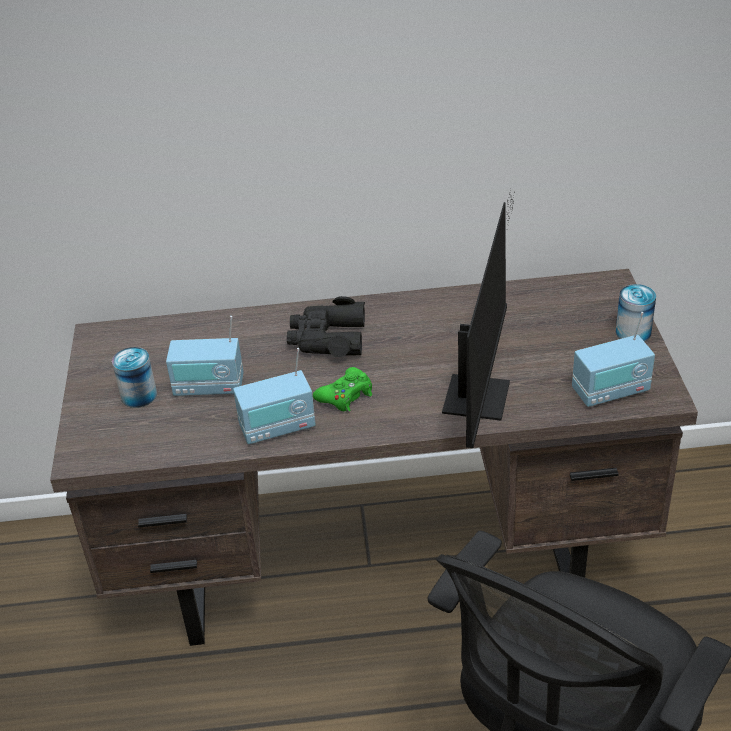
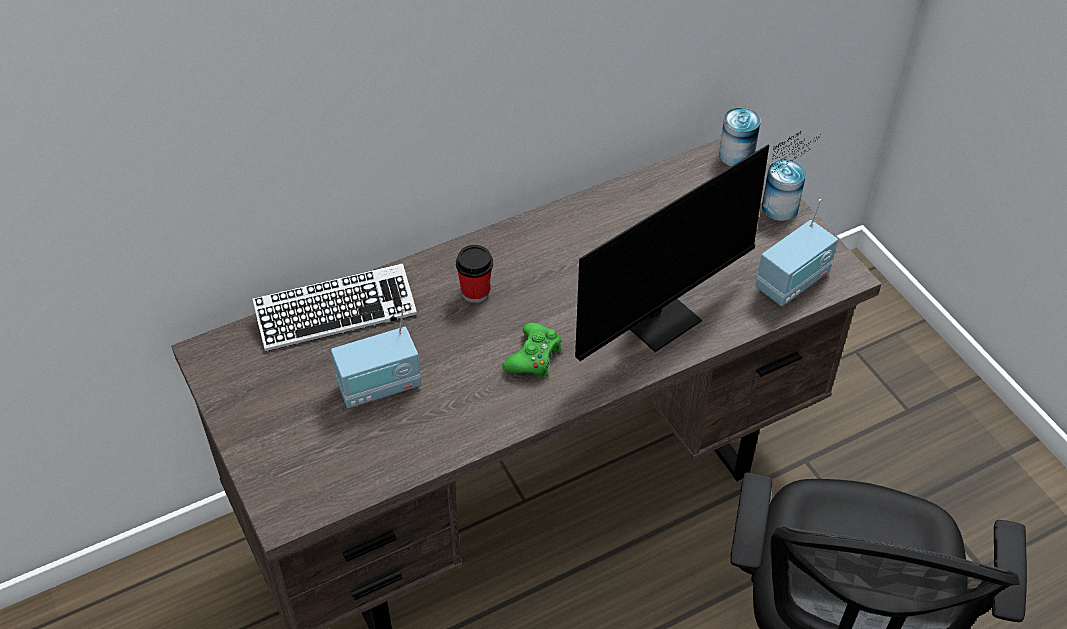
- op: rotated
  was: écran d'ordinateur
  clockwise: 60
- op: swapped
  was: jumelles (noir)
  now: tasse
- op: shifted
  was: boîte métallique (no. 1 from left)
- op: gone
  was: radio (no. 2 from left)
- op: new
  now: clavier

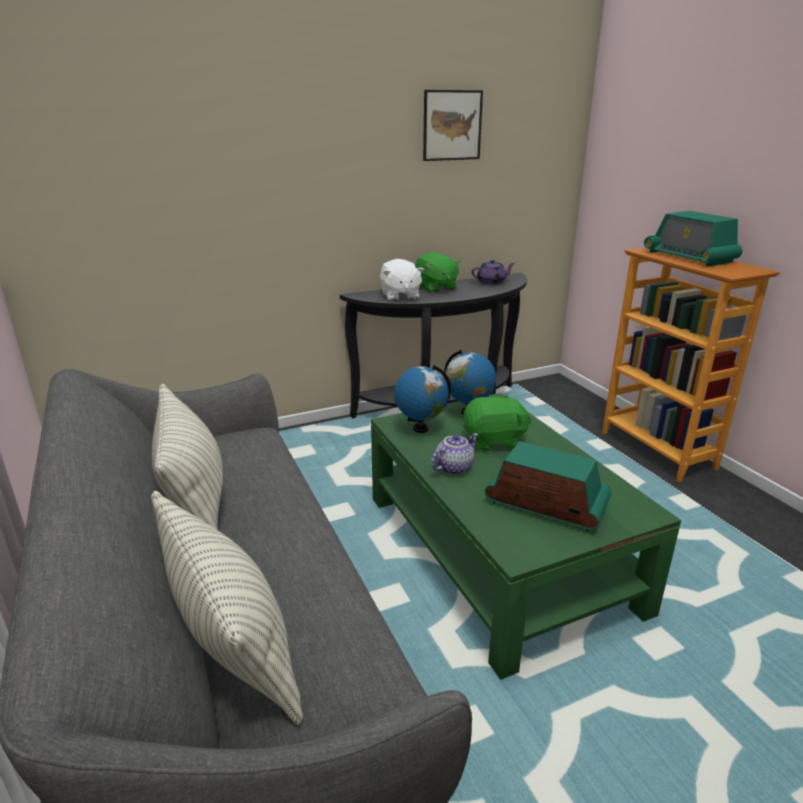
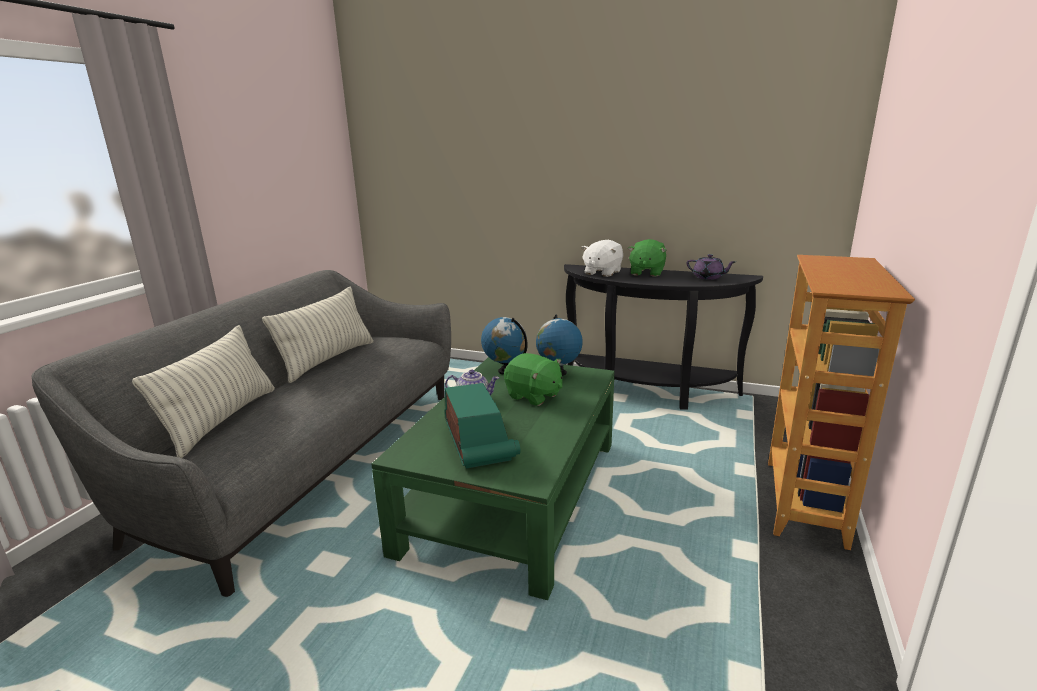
- op: gone
  was: tableau
- op: gone
  was: radio (no. 2 from left)

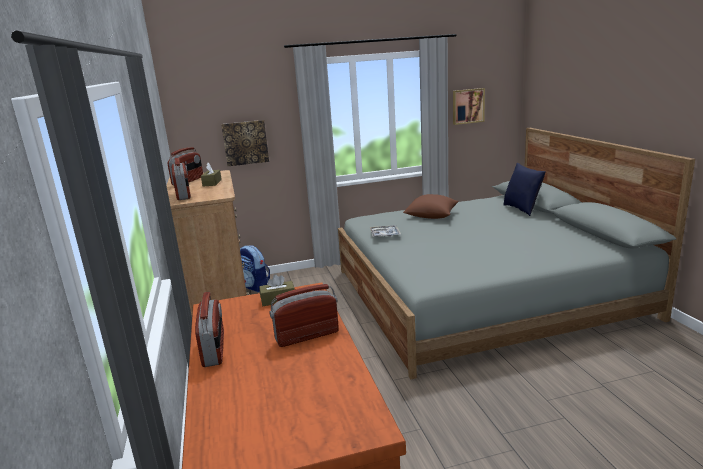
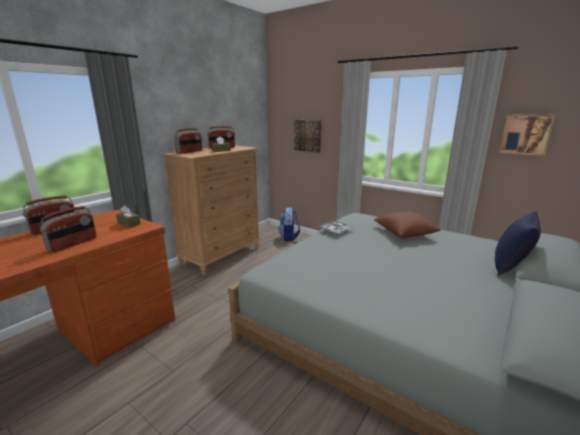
- op: rotated
  was: radio (no. 4 from left in the first image)
  clockwise: 90

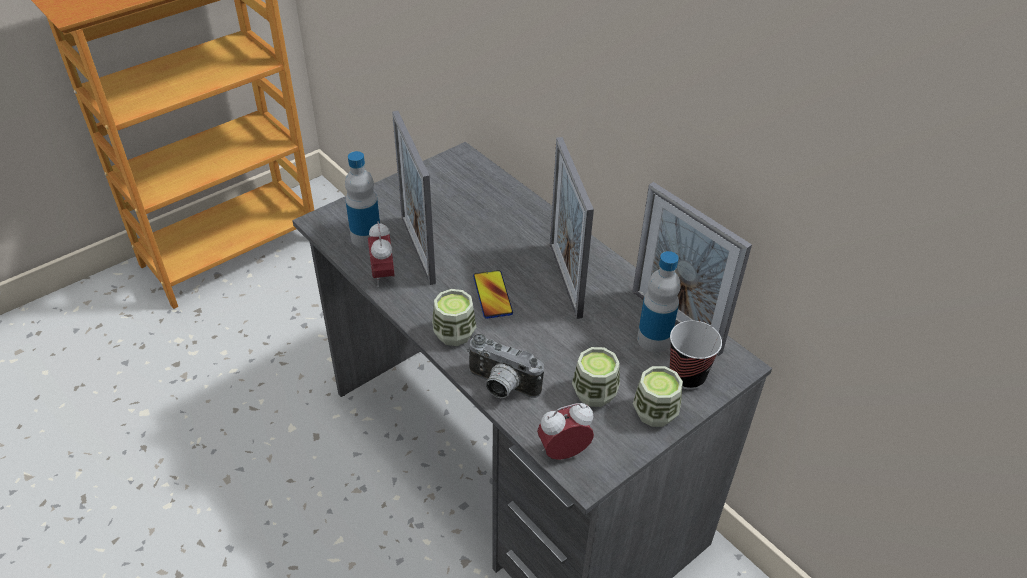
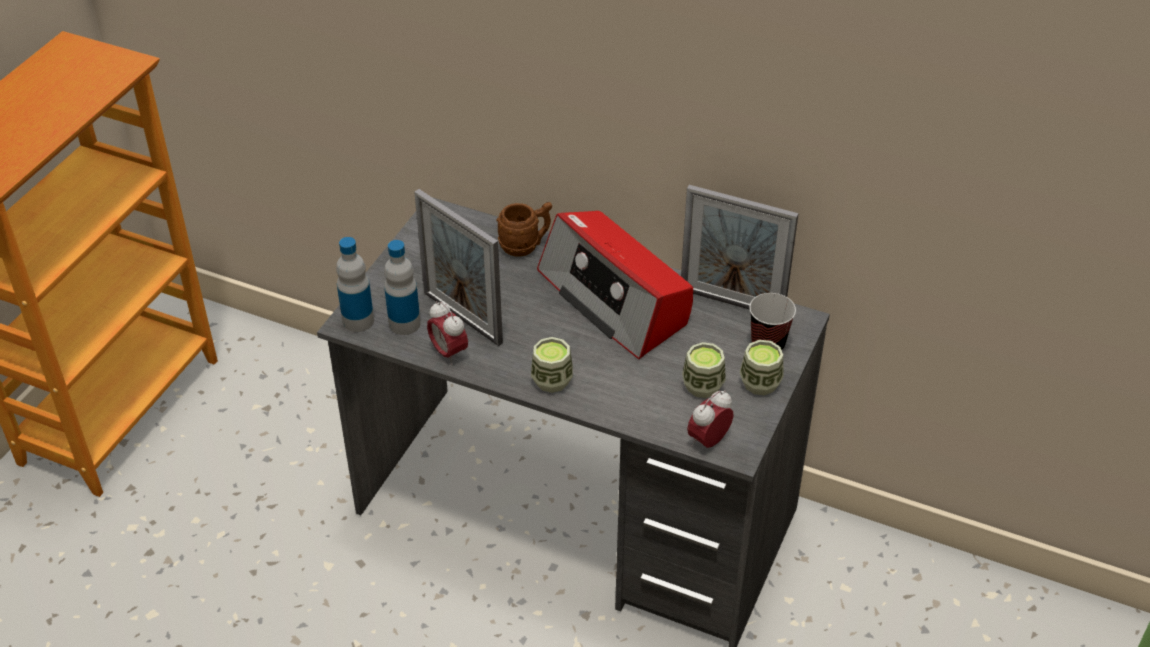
- op: swapped
  was: cadre photo (no. 2 from left)
  now: radio
- op: shifted
  was: bouteille (no. 2 from left in the first image)
  now: bouteille (no. 1 from left)
- op: gone
  was: téléphone
- op: gone
  was: appareil photo
- op: new
  now: mug (marron)

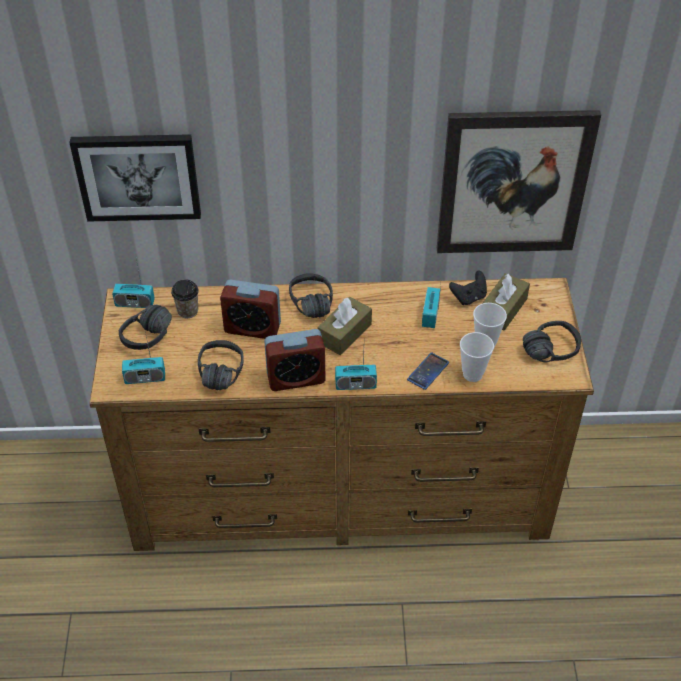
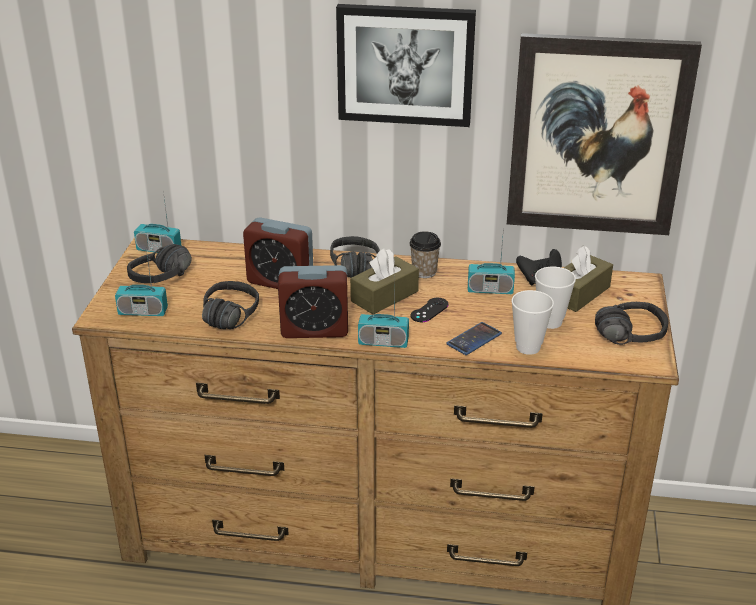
- op: shifted
  was: tableau (no. 1 from left)
- op: shifted
  was: tasse (no. 1 from left)
- op: rotated
  was: radio (no. 4 from left)
  clockwise: -105
- op: new
  now: manette (noir) (no. 1 from left)

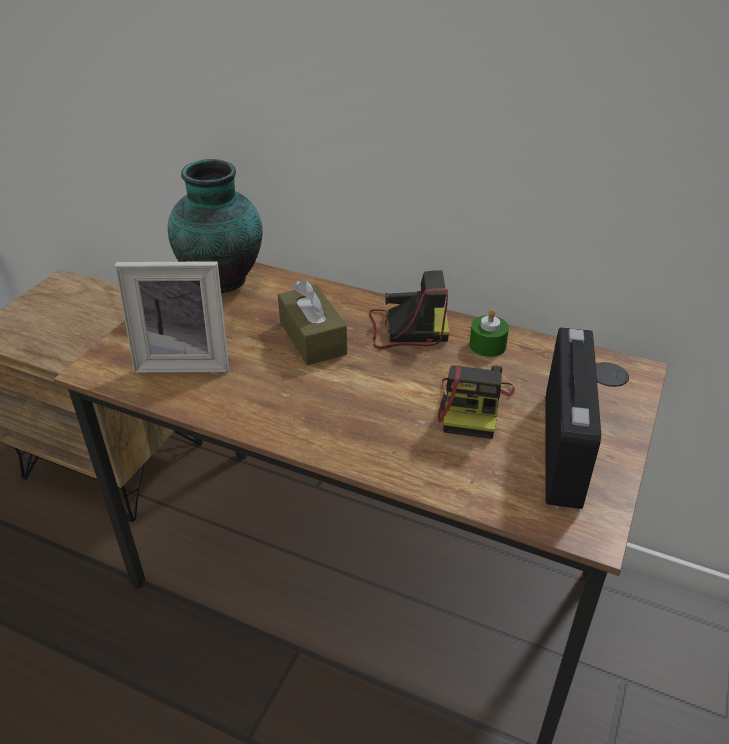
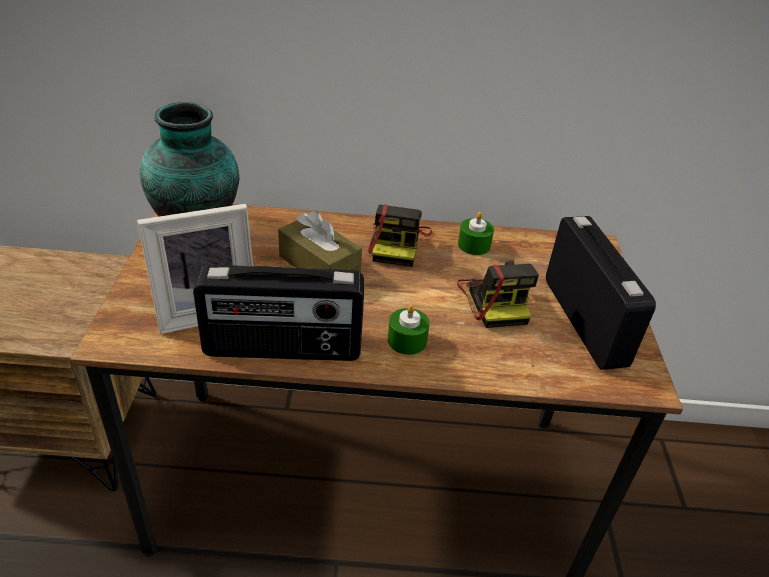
- op: rotated
  was: appareil photo (no. 1 from left)
  clockwise: 120
- op: new
  now: radio (no. 1 from left)
- op: new
  now: bougie (vert) (no. 1 from left)

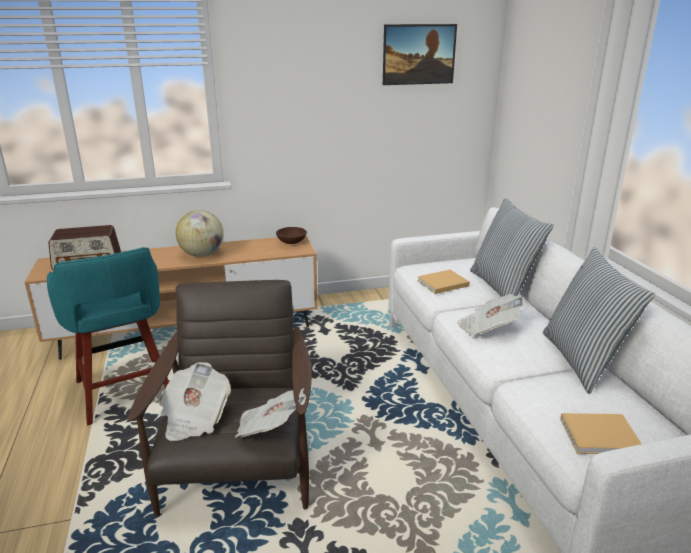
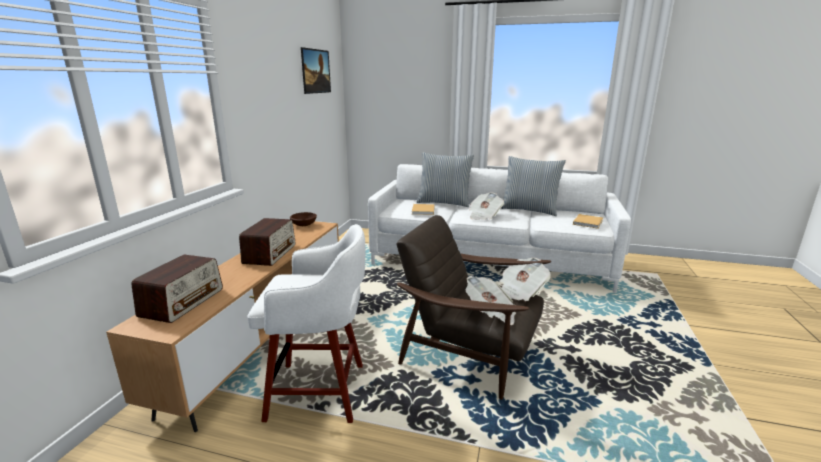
- op: swapped
  was: globe
  now: radio (no. 2 from left)
- op: repainted
  was: tabouret (turquoise)
  now: tabouret (blanc)

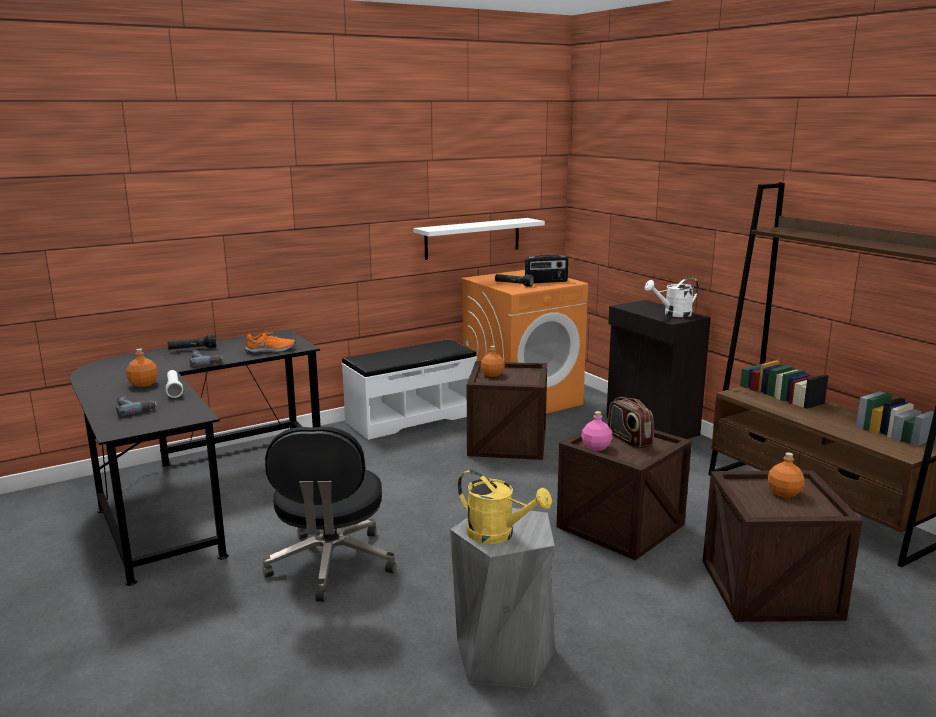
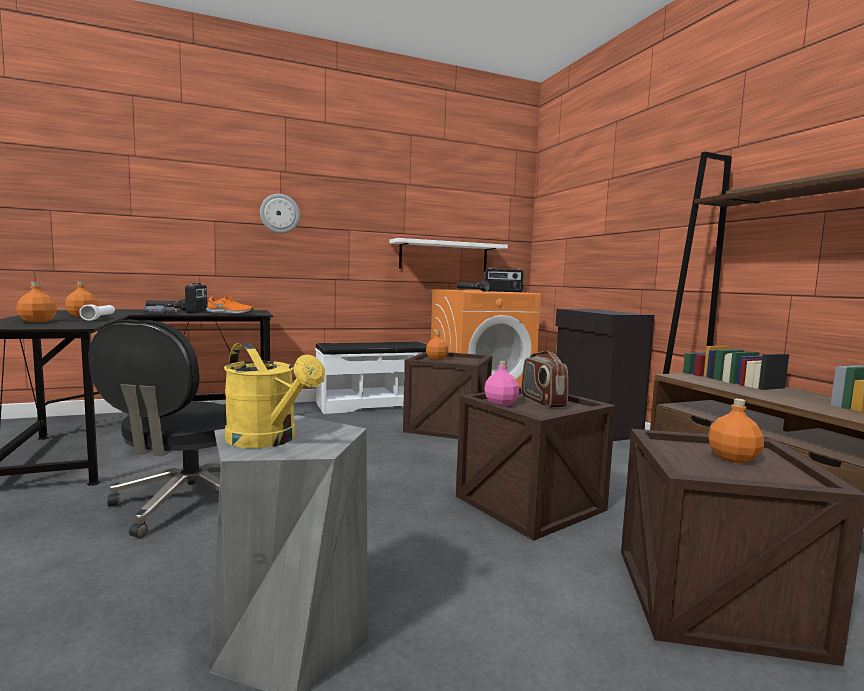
- op: gone
  was: arrosoir (blanc)
- op: swapped
  was: perceuse (no. 1 from left)
  now: bouteille (orange) (no. 1 from left)
- op: new
  now: horloge murale
- op: new
  now: radio (no. 1 from left)

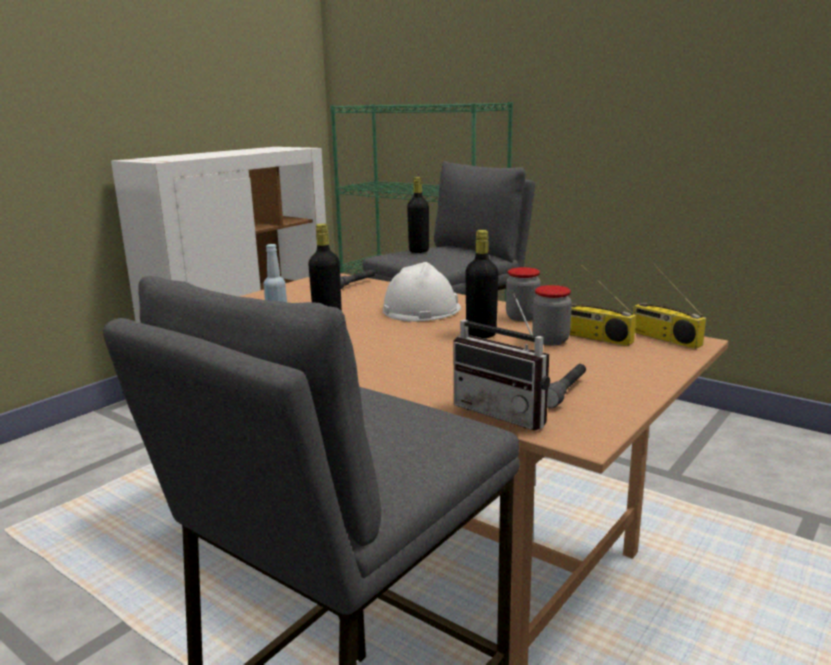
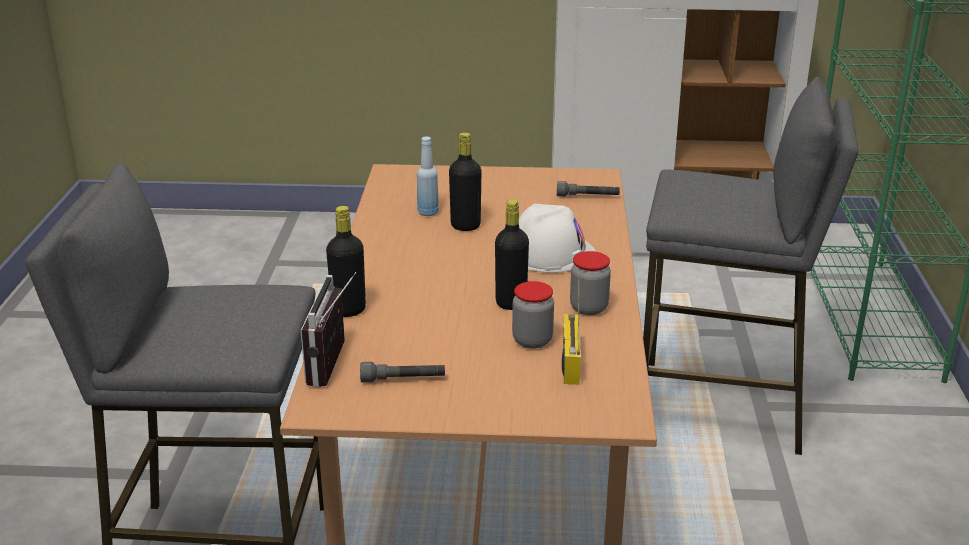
- op: shifted
  was: bouteille (noir) (no. 2 from left in the first image)
  now: bouteille (noir) (no. 1 from left)
- op: gone
  was: radio (no. 3 from left)

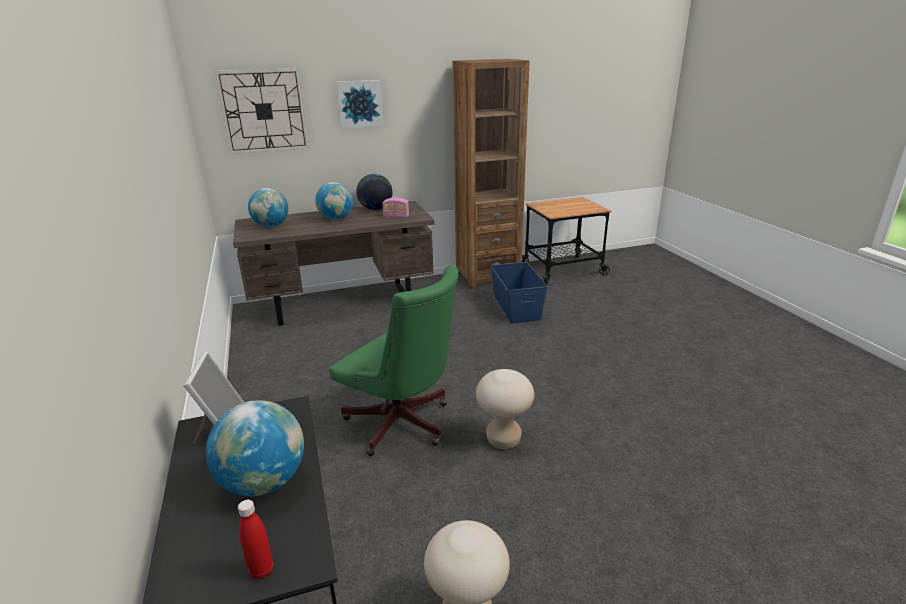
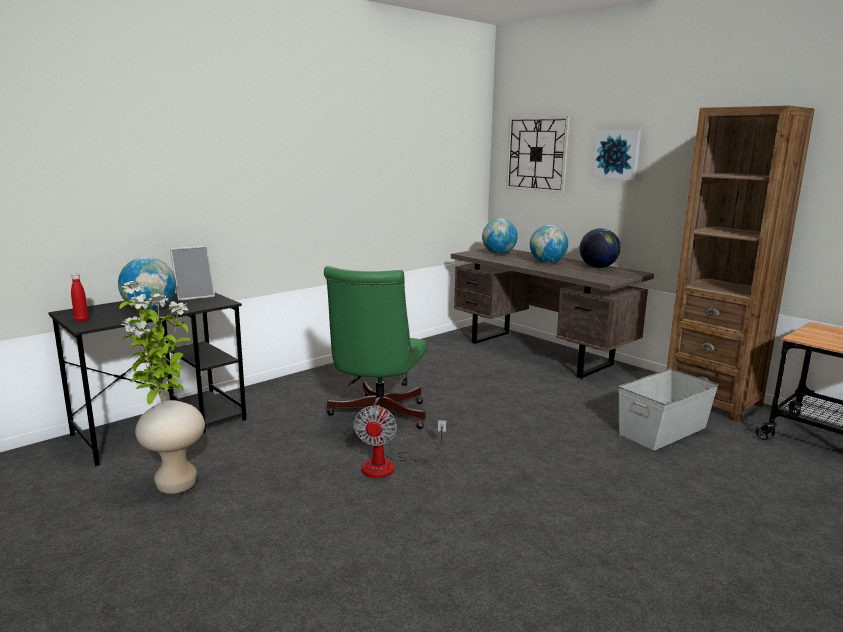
- op: gone
  was: radio
- op: repainted
  was: boîte de rangement (bleu)
  now: boîte de rangement (gris)
- op: swapped
  was: tabouret (beige) (no. 2 from left)
  now: ventilateur
- op: new
  now: plante en pot

